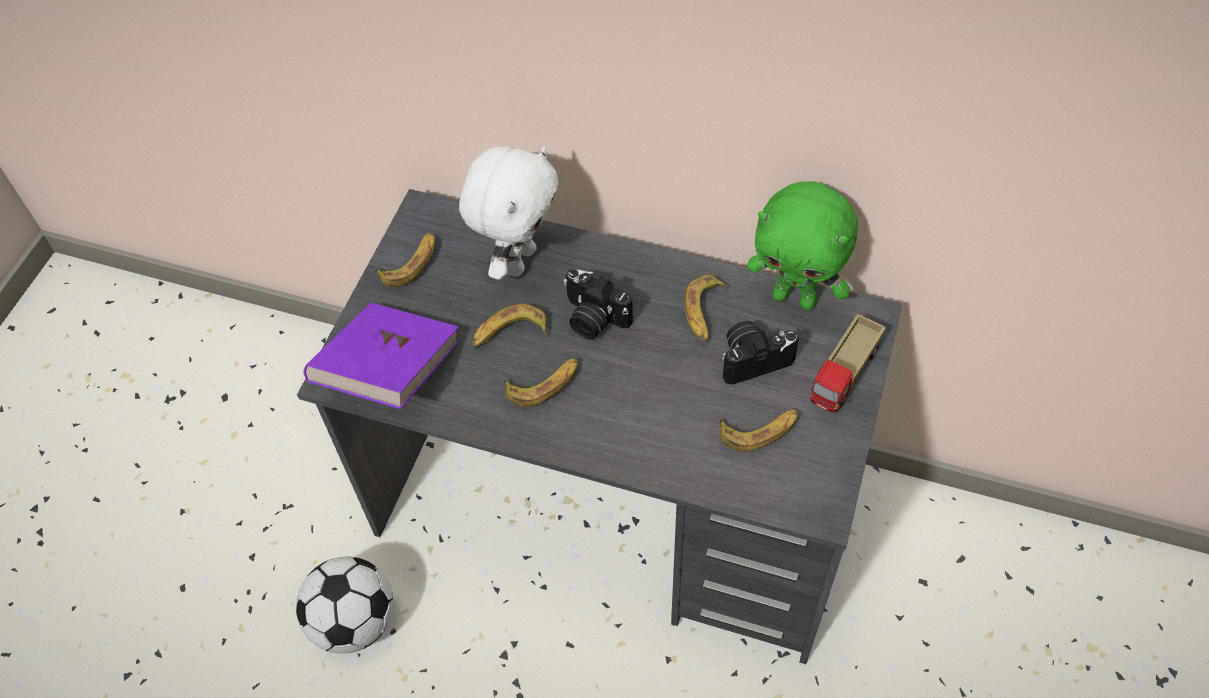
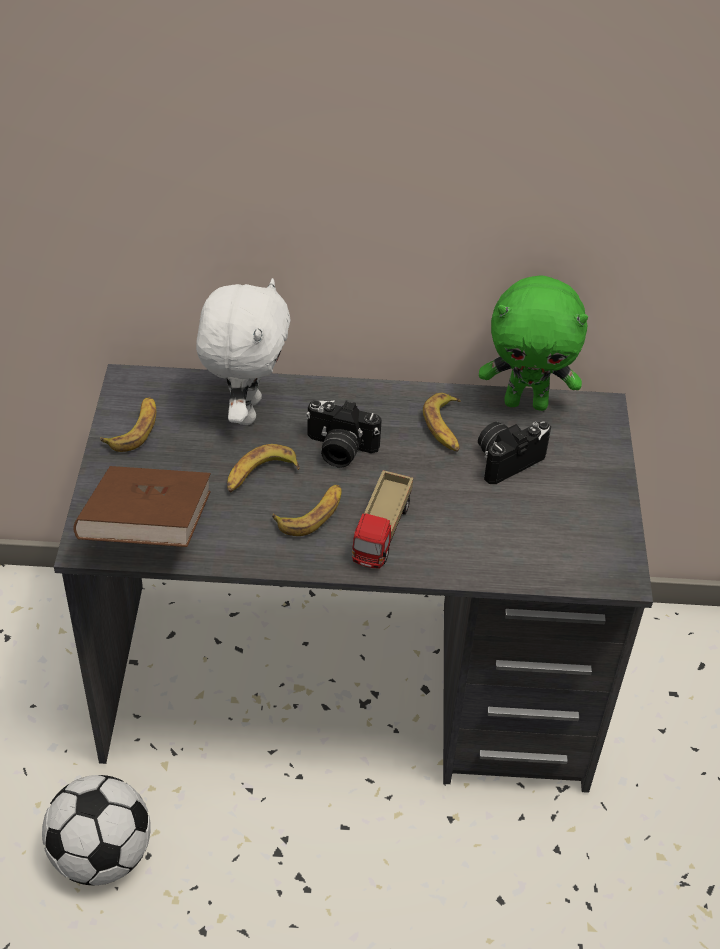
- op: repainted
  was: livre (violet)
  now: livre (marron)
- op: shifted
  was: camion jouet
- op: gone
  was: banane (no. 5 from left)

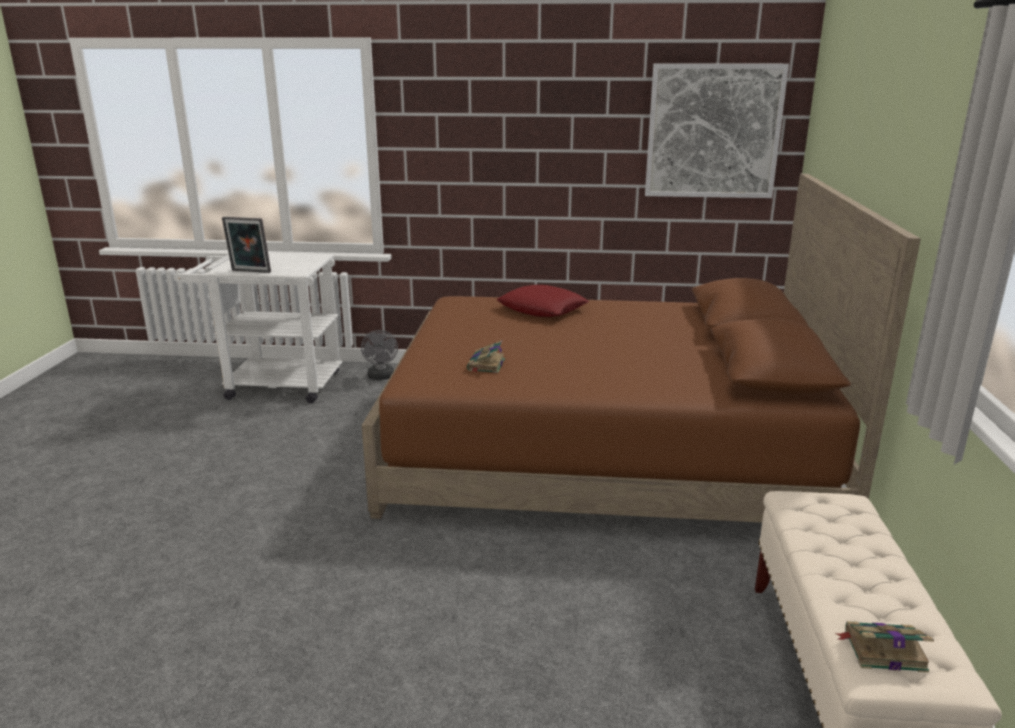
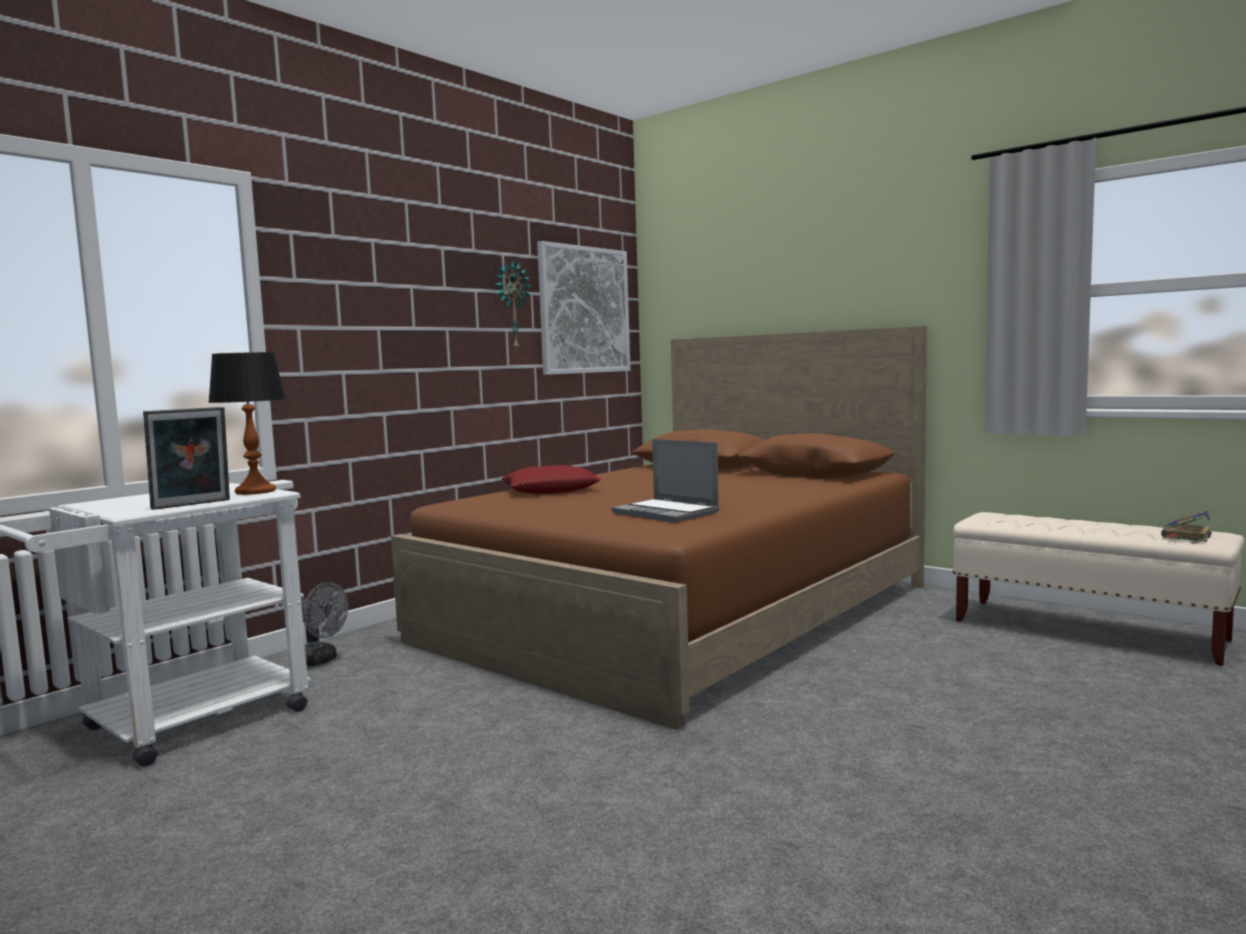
- op: swapped
  was: livre (no. 1 from left)
  now: ordinateur portable
- op: new
  now: horloge murale
- op: new
  now: lampe de table

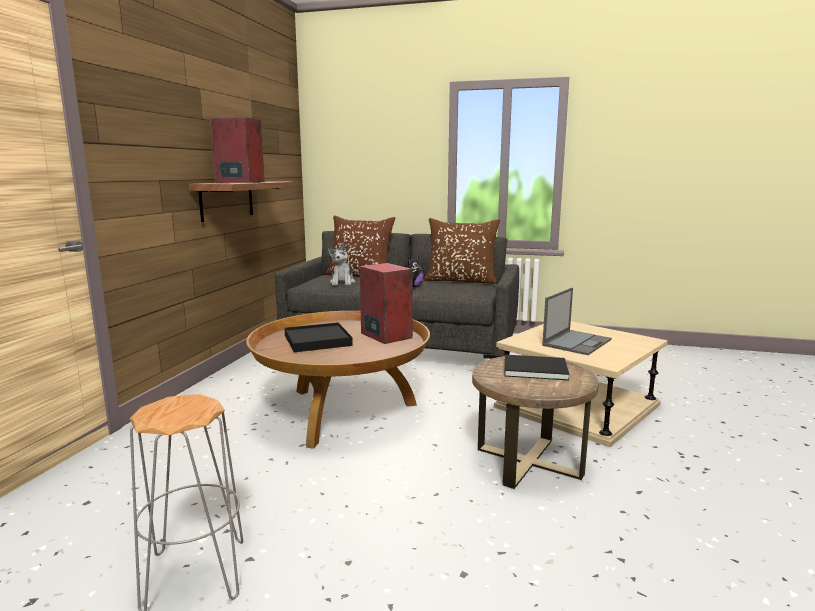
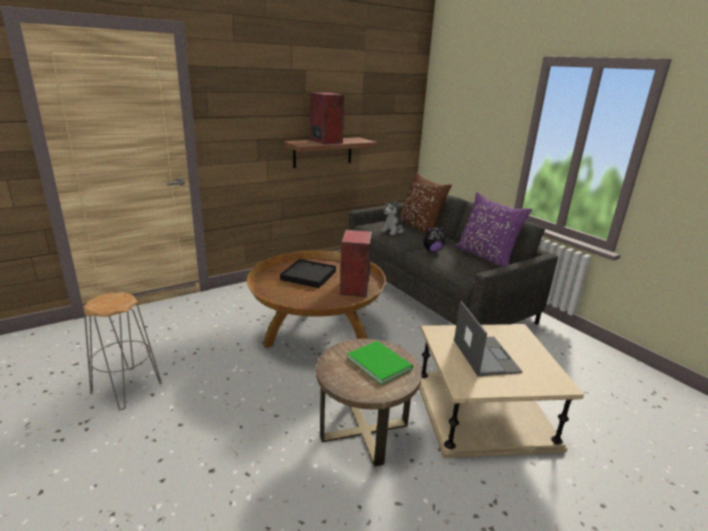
- op: repainted
  was: coussin (marron) (no. 2 from left)
  now: coussin (violet)
- op: rotated
  was: ordinateur portable
  clockwise: -90
- op: repainted
  was: livre (noir)
  now: livre (vert)

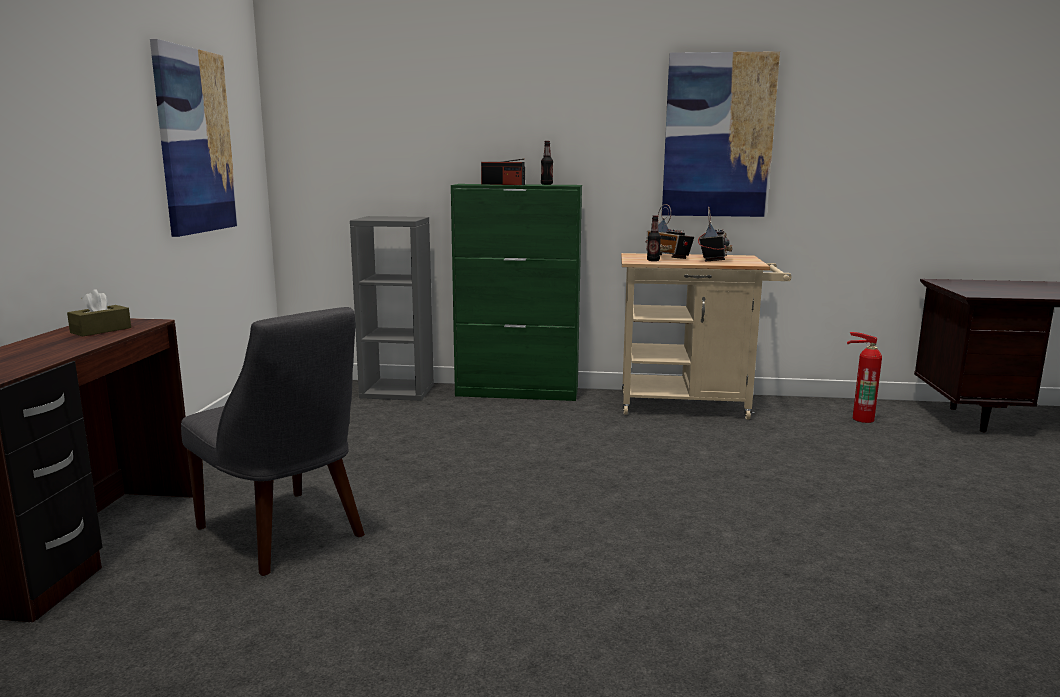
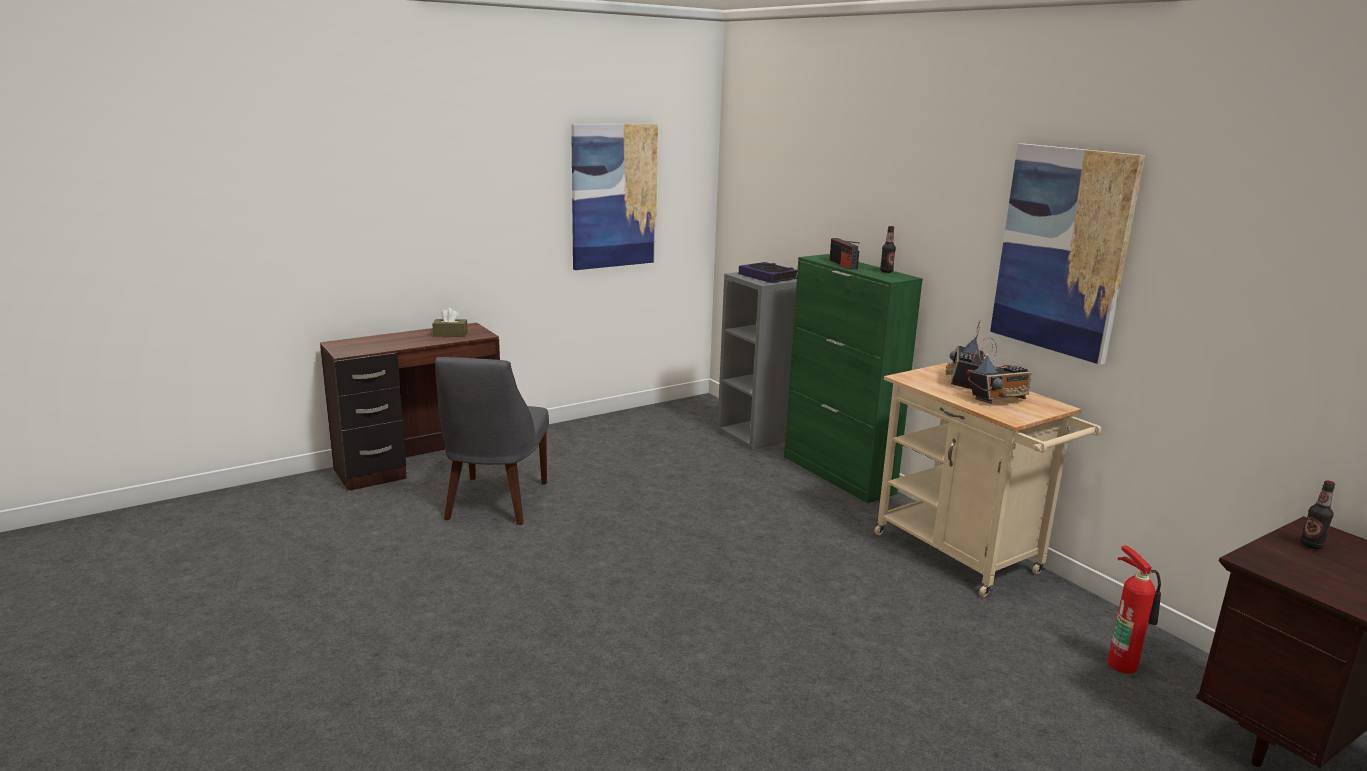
- op: shifted
  was: bouteille (no. 2 from left)
- op: new
  now: livre

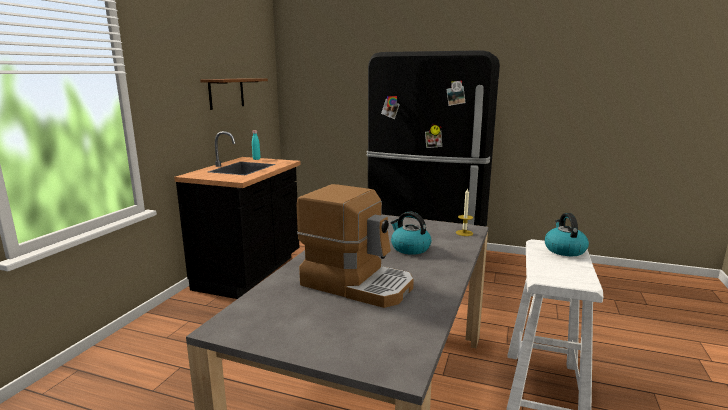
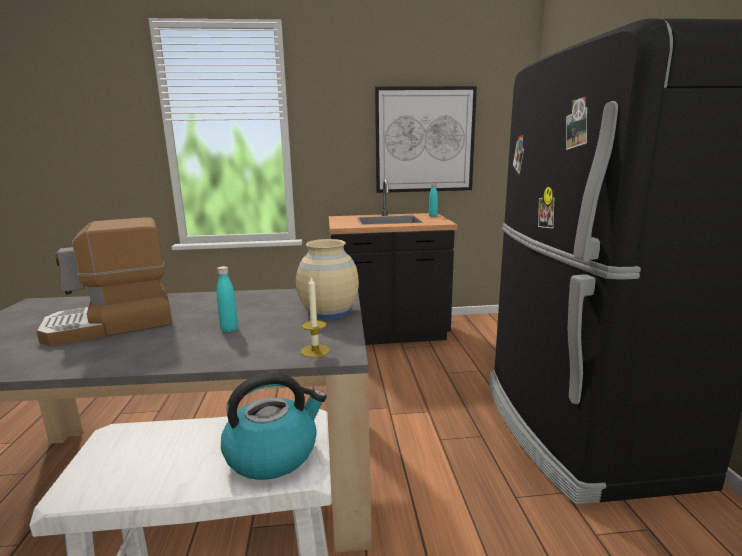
- op: swapped
  was: étagère (marron)
  now: tableau
- op: rotated
  was: machine à café
  clockwise: 60
- op: swapped
  was: bouilloire (no. 1 from left)
  now: bouteille (turquoise) (no. 1 from left)
- op: new
  now: vase (beige)

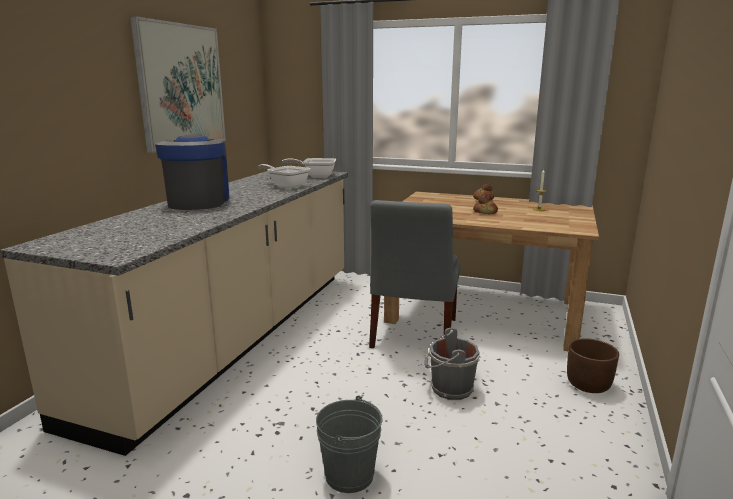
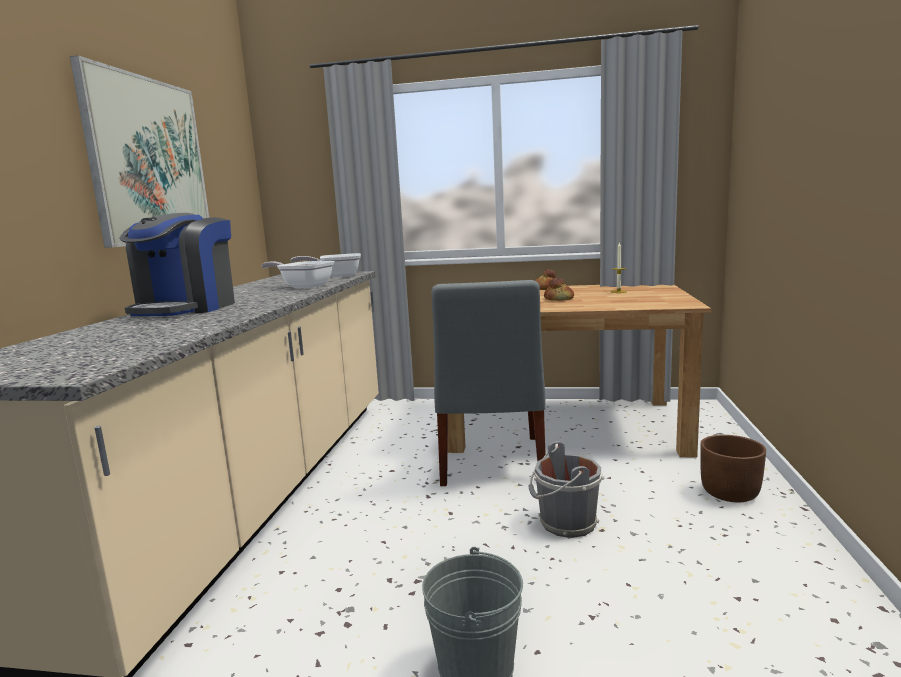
- op: rotated
  was: machine à café
  clockwise: -150

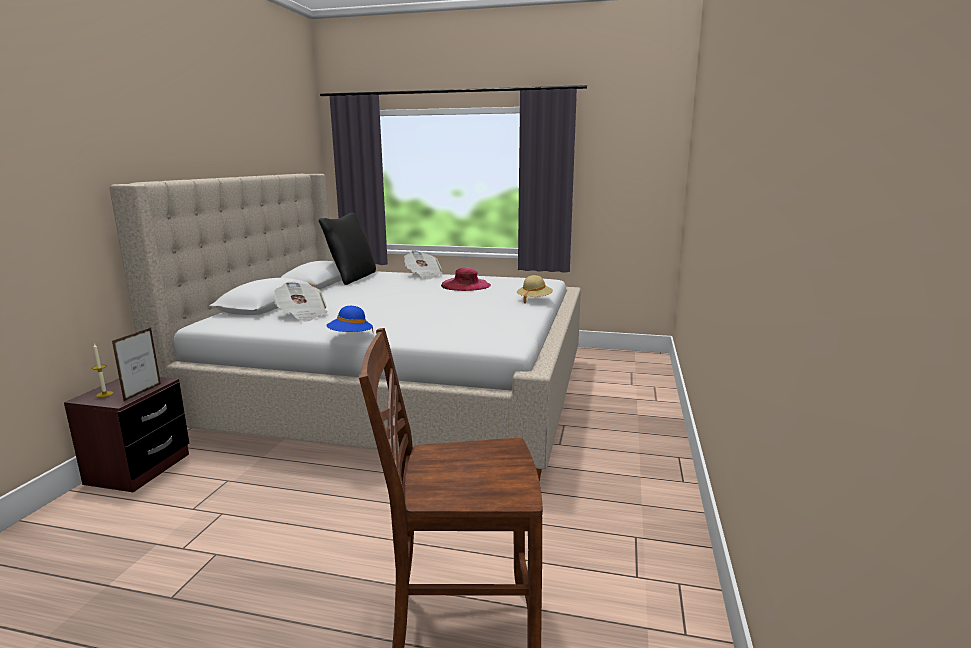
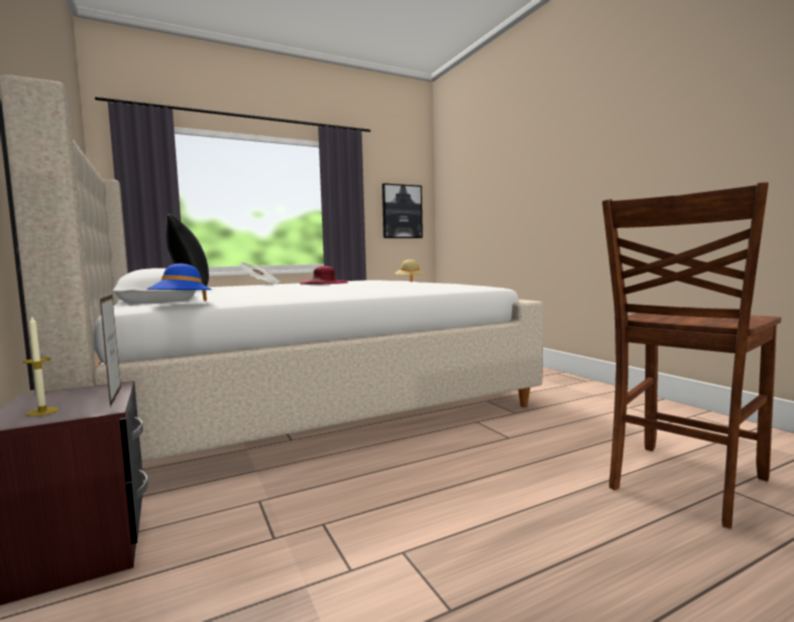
- op: gone
  was: journal (no. 1 from left)
- op: shifted
  was: chapeau (bleu)
- op: new
  now: tableau

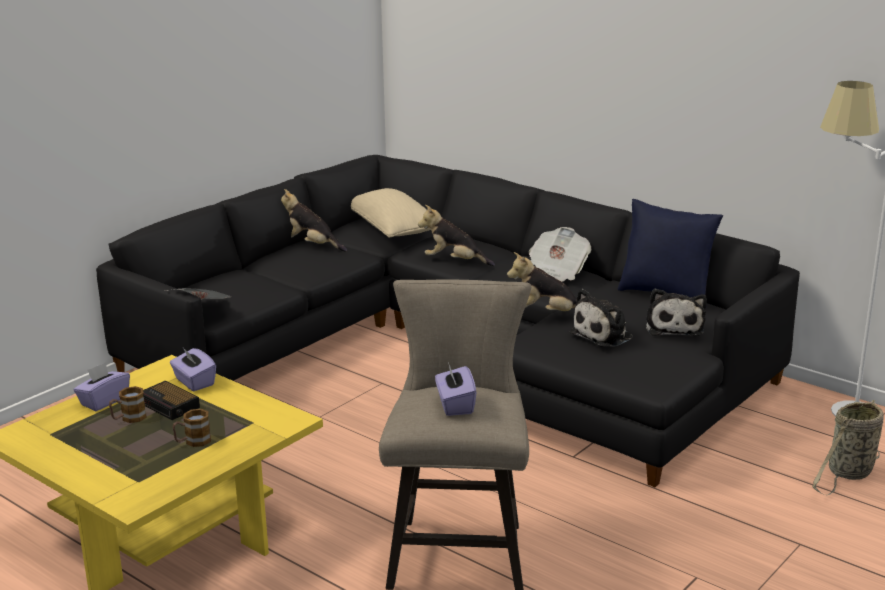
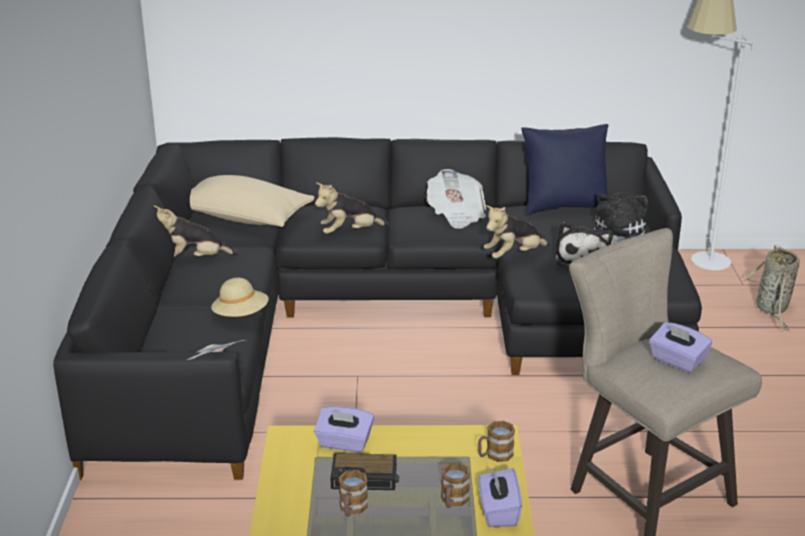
- op: rotated
  was: peluche (no. 5 from left)
  clockwise: -120
- op: shifted
  was: boîte à mouchoirs (violet) (no. 1 from left in the first image)
  now: boîte à mouchoirs (violet) (no. 2 from left)
- op: new
  now: chapeau (beige)
- op: new
  now: mug (no. 3 from left)

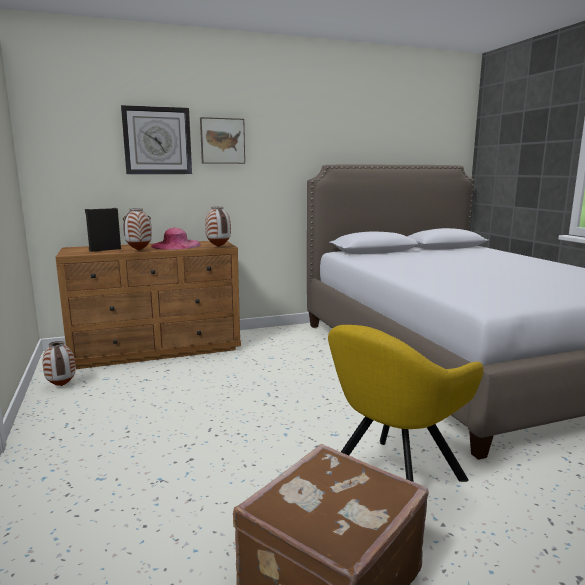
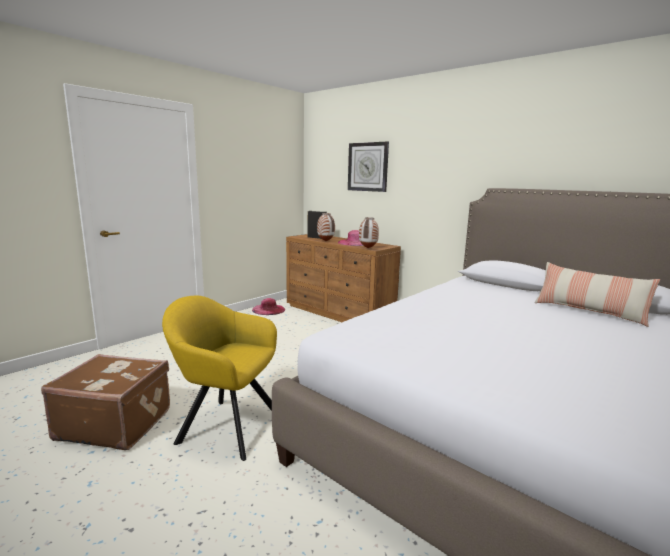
- op: gone
  was: tableau
- op: swapped
  was: vase (no. 1 from left)
  now: chapeau (rose) (no. 1 from left)
- op: new
  now: coussin

